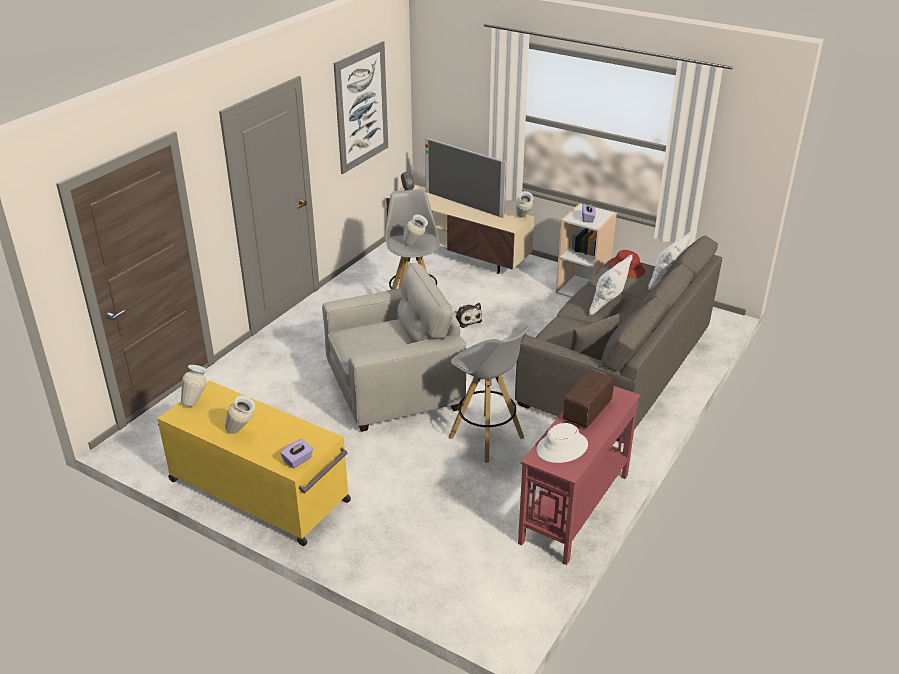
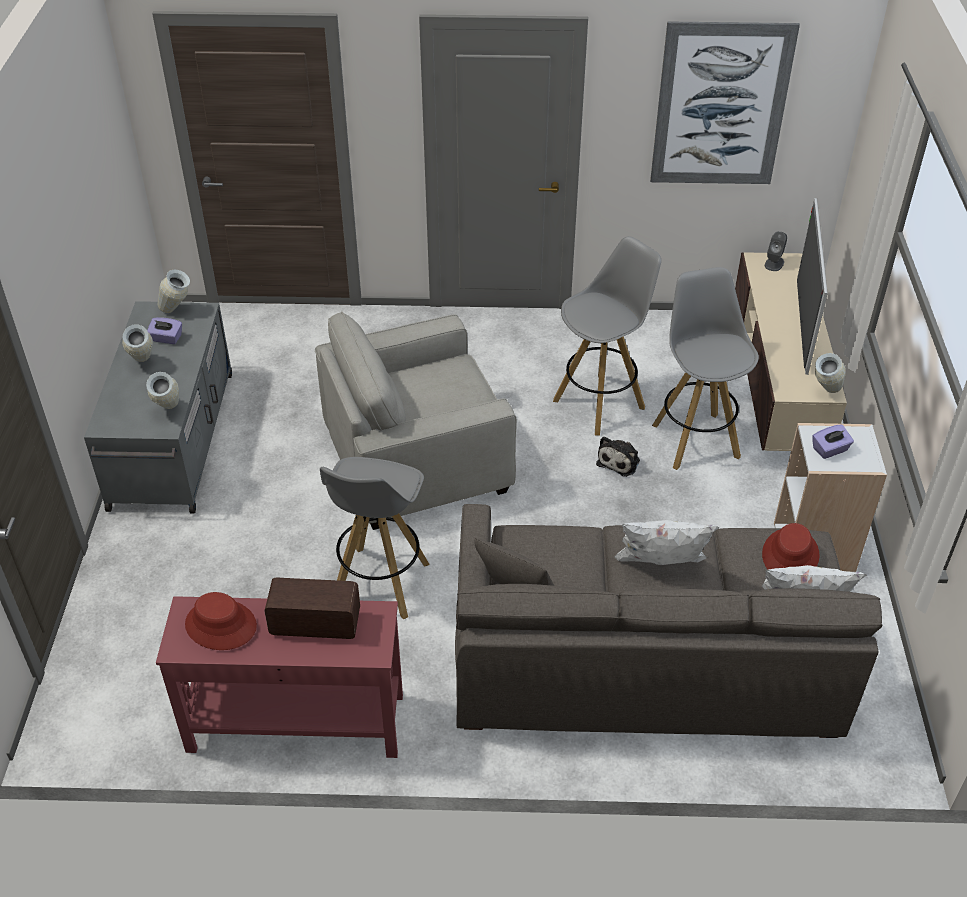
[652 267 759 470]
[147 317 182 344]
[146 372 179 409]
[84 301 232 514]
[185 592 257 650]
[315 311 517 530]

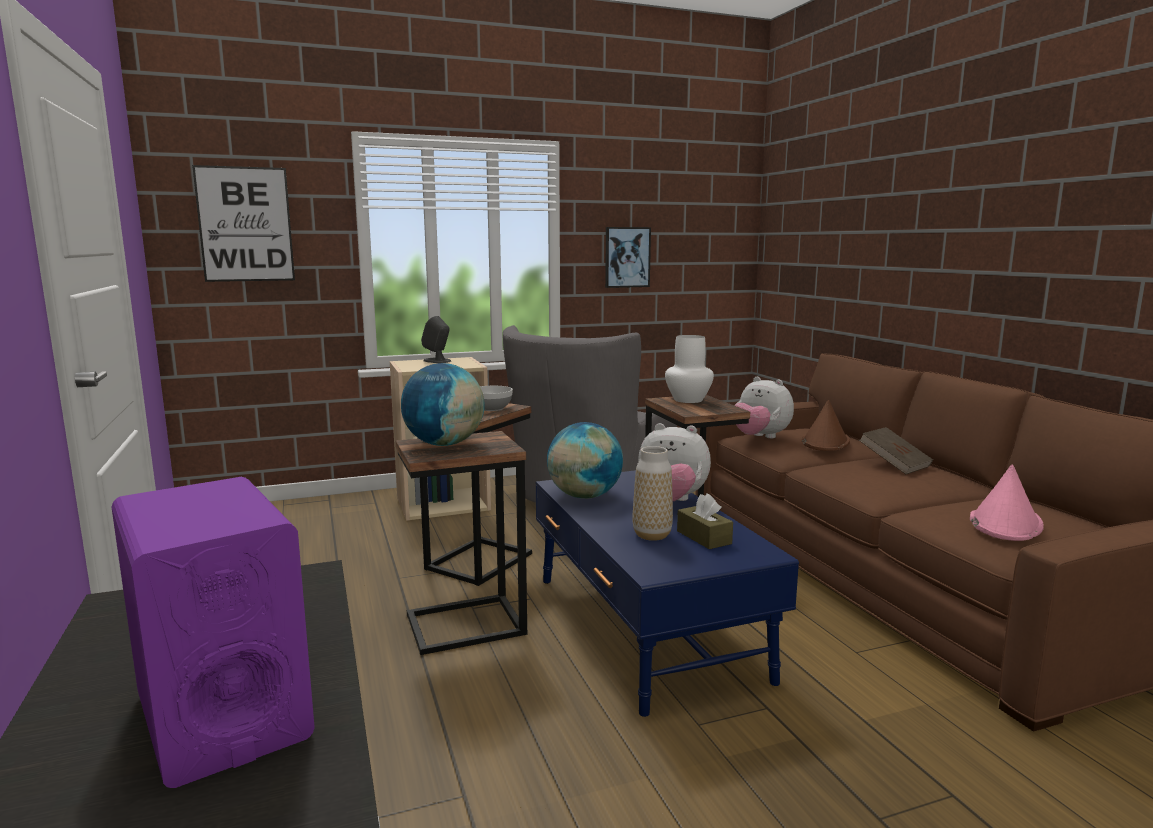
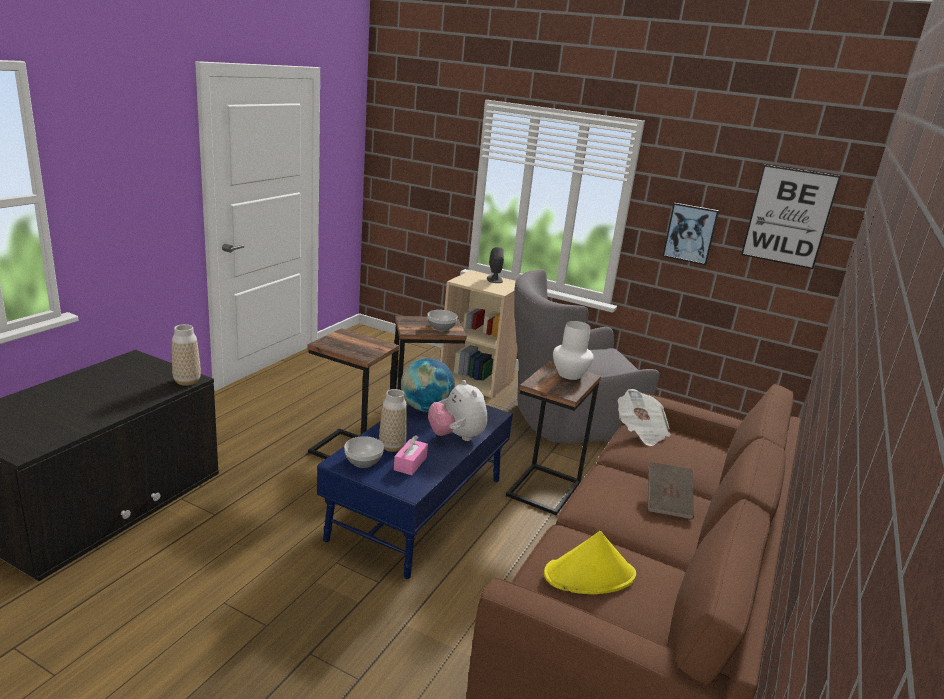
[111 477 315 788] (first image)
[401 363 485 446] (first image)
[802 400 850 451] (first image)
[172 324 201 386]
[344 436 384 468]
[741 165 841 269]
[618 389 671 446]
[394 435 428 475]
[544 531 636 594]

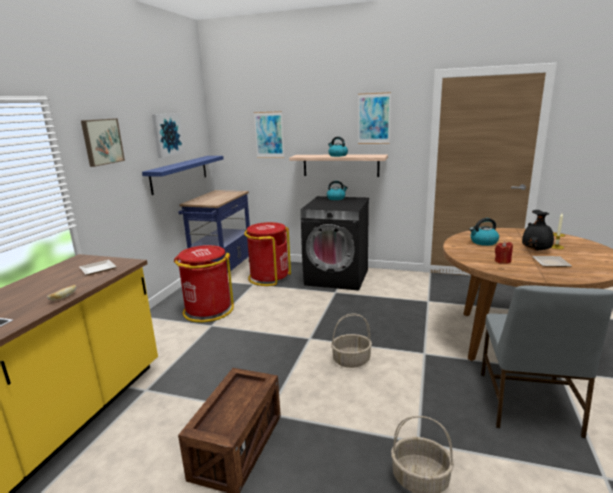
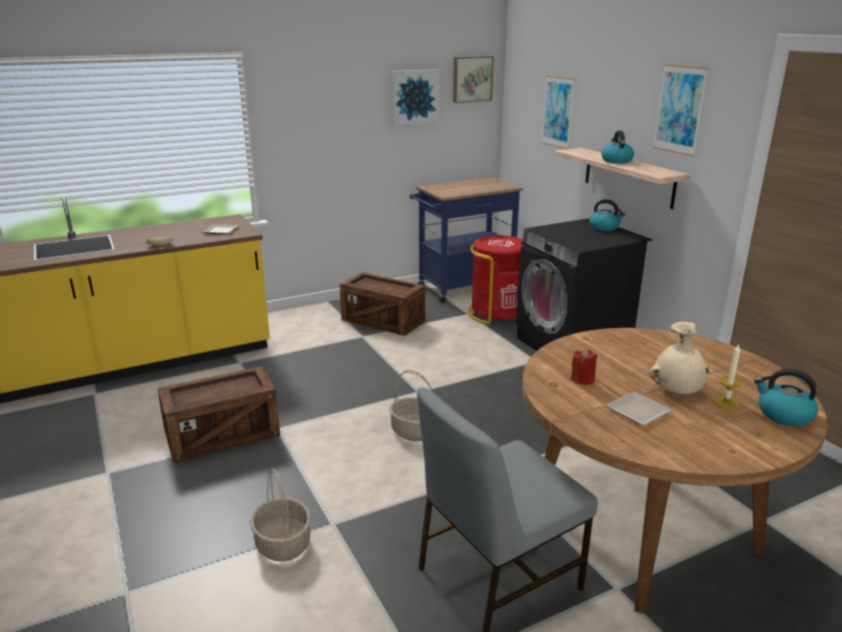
[142 156 224 195] (first image)
[453 56 494 103]
[754 369 818 426]
[340 272 425 336]
[649 322 709 394]

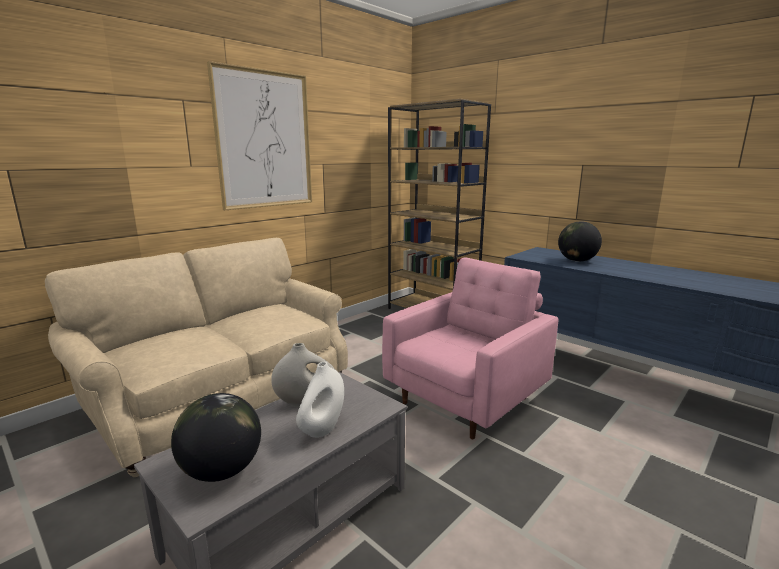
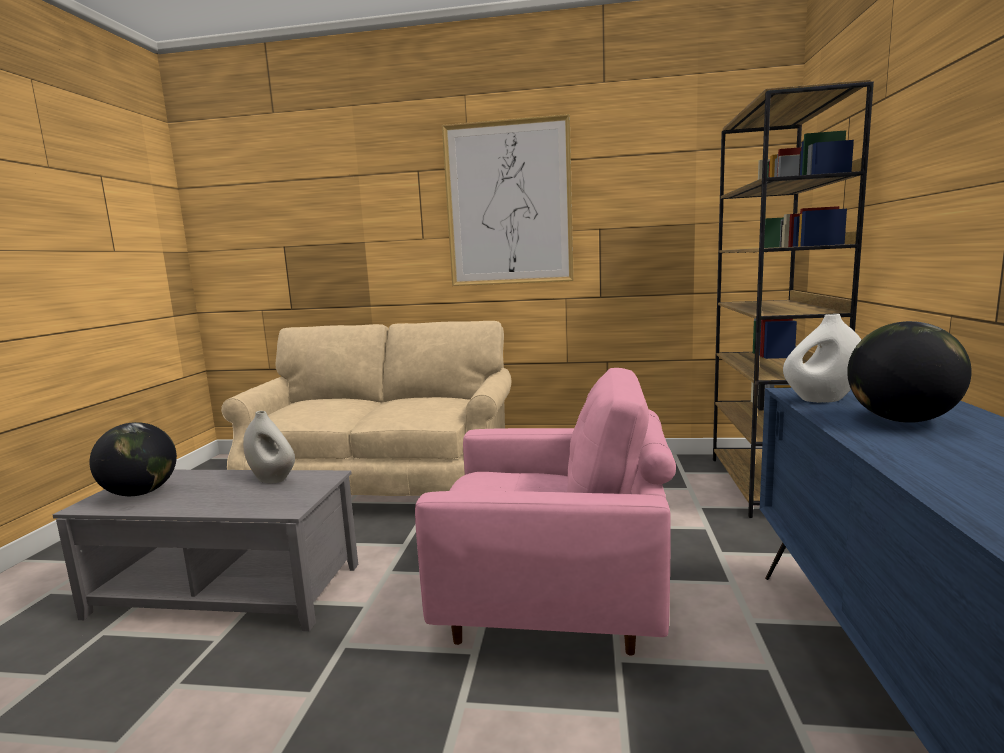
[783 314 861 403]

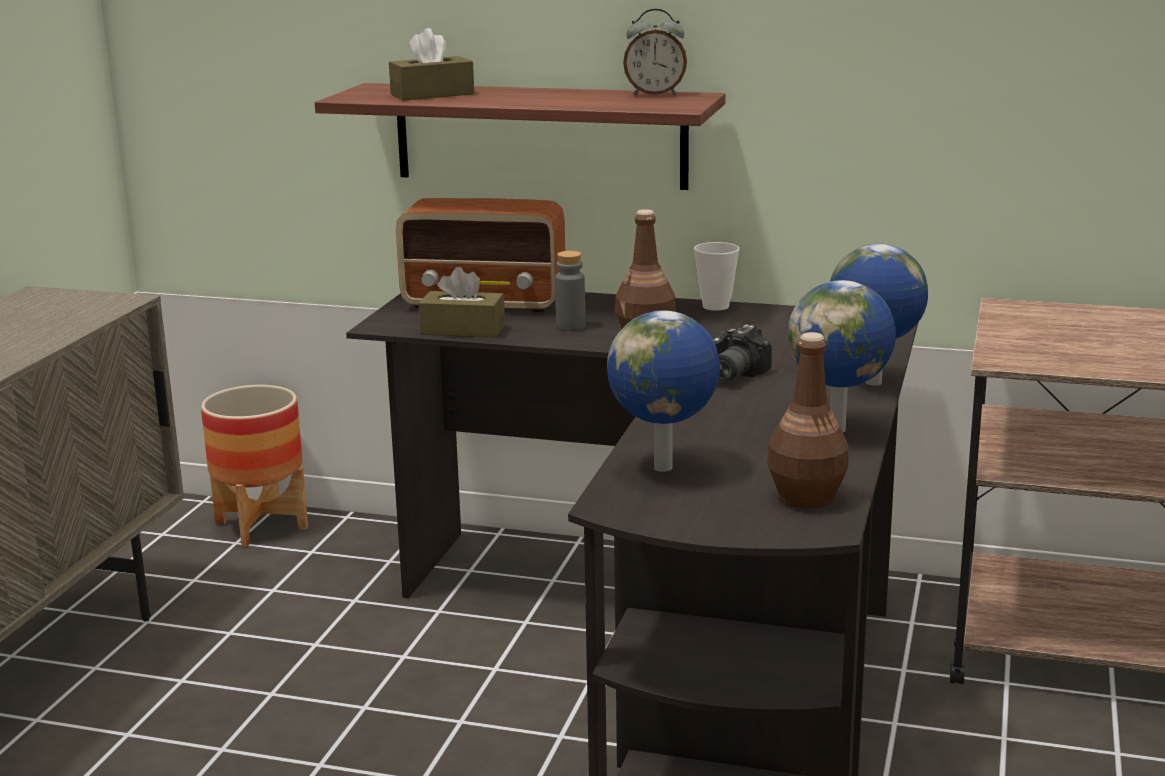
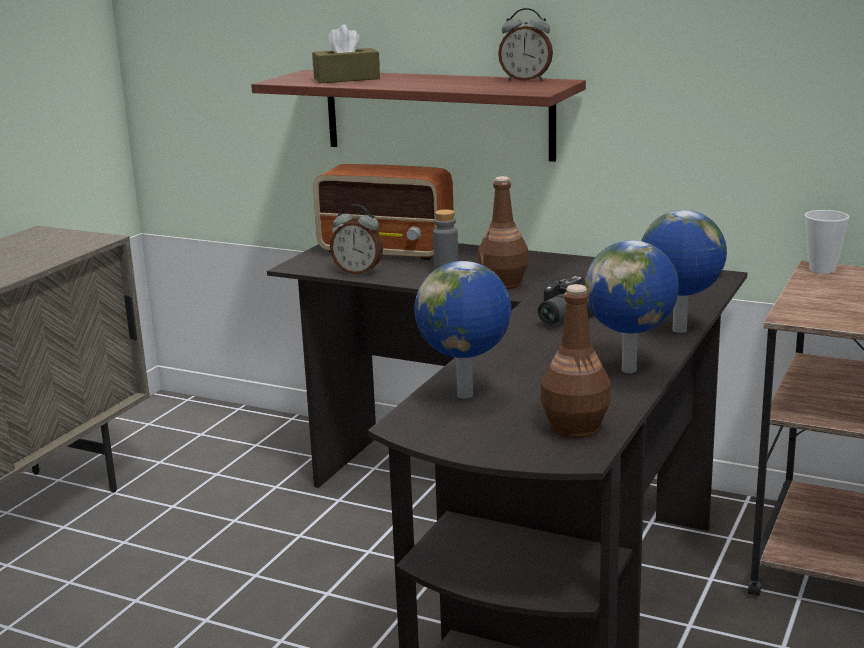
[201 385 308 547] (first image)
[805 210 849 274]
[330 204 383 275]

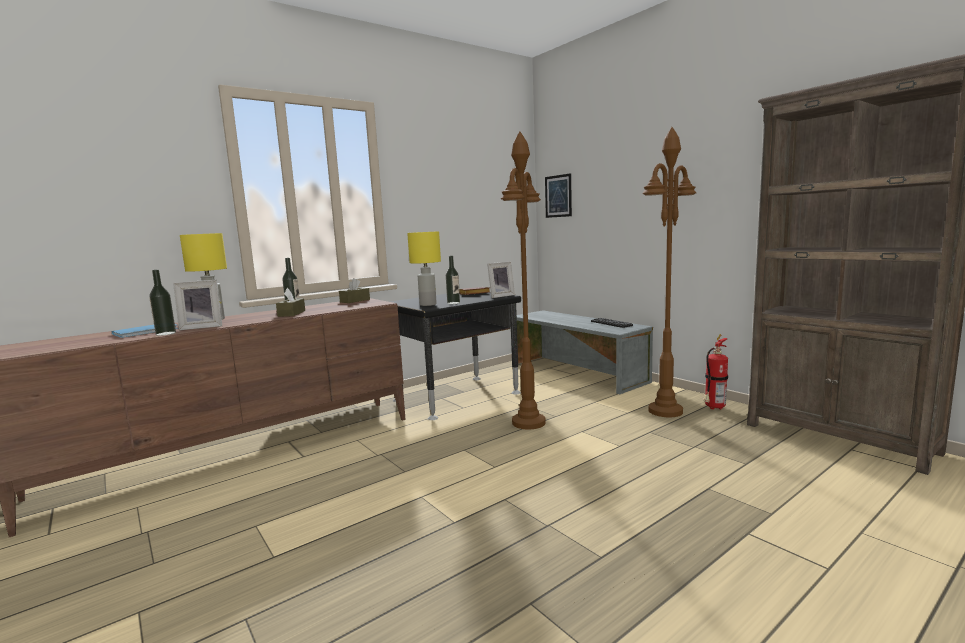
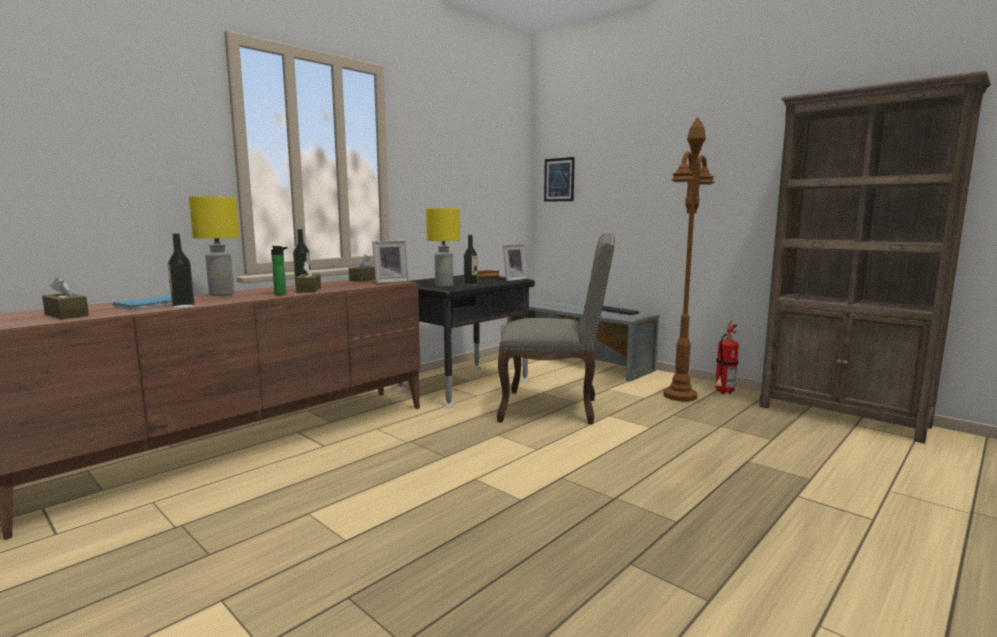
[42 277 89 319]
[271 246 288 295]
[372 240 409 283]
[497 233 615 424]

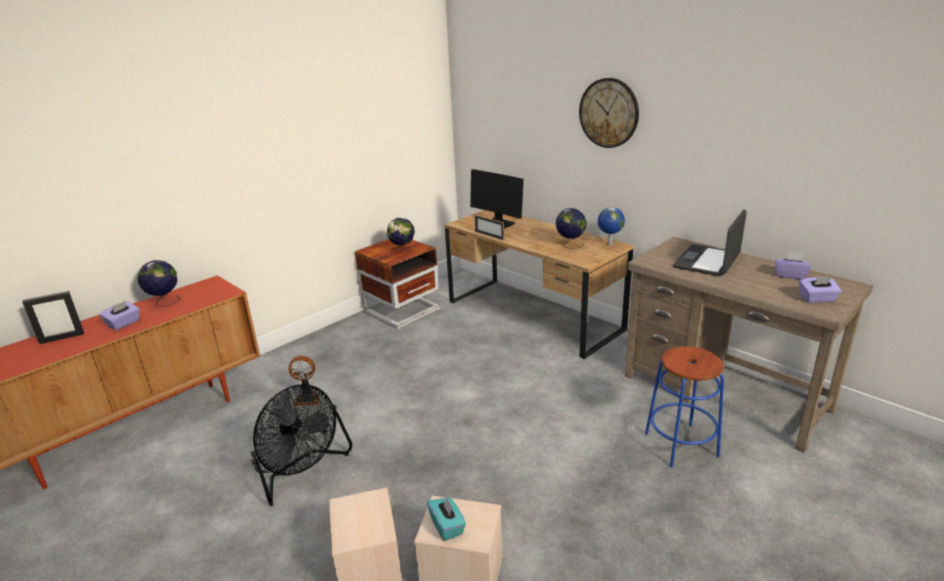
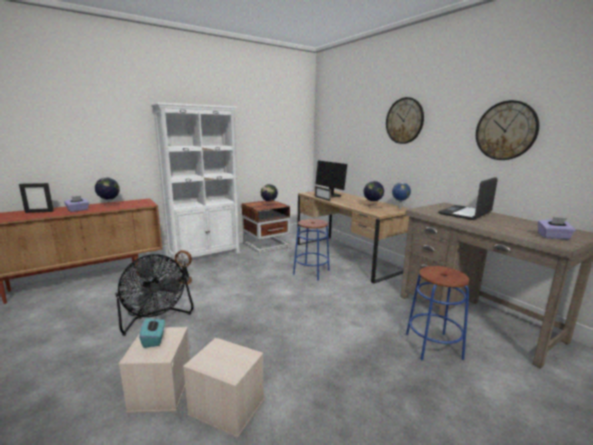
[776 251 811 280] (first image)
[151 102 240 261]
[293 219 330 281]
[476 100 539 160]
[139 315 165 348]

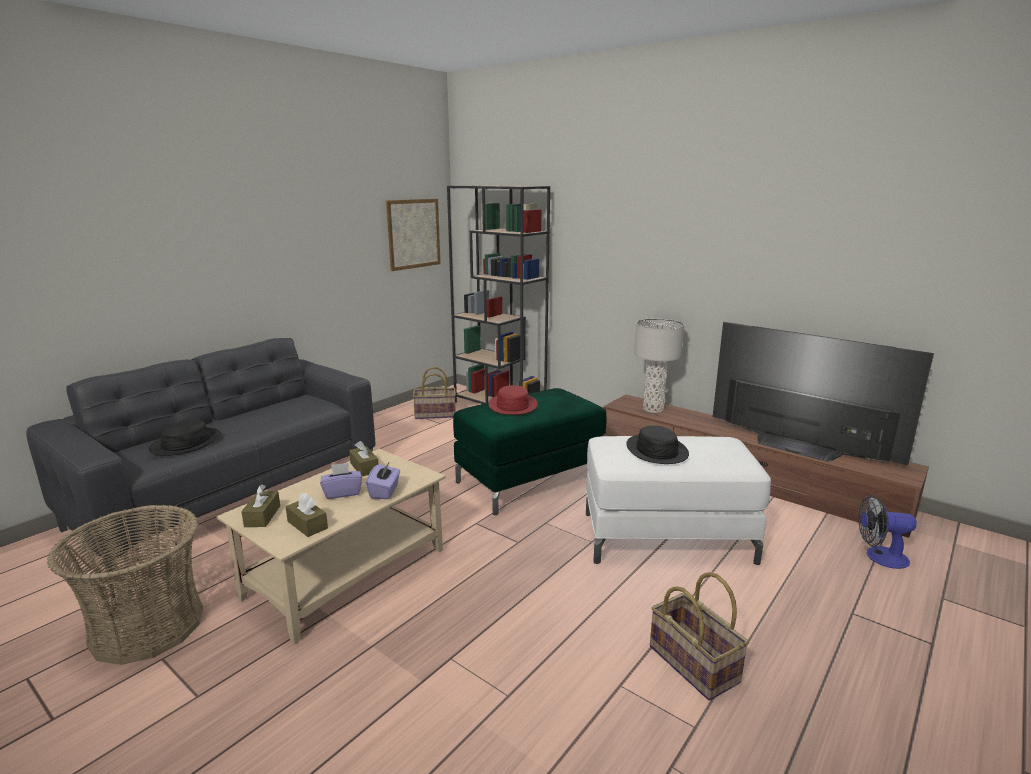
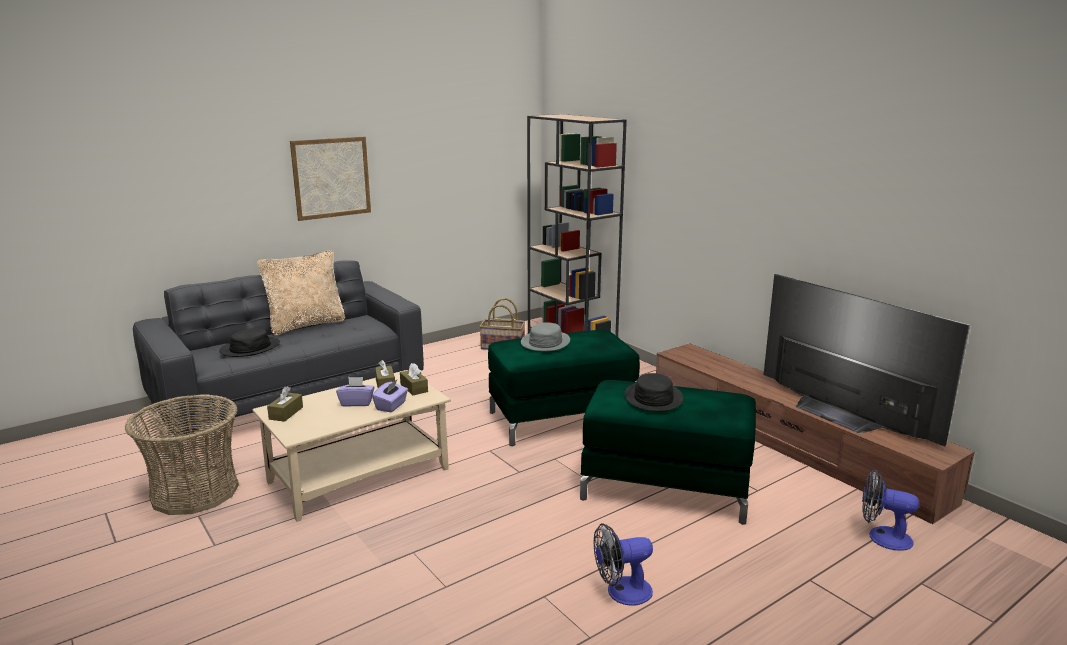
[634 319 684 413] (first image)
[257 250 345 336]
[400 363 428 395]
[290 137 371 221]
[594 523 653 606]
[521 322 570 352]
[580 380 756 525]

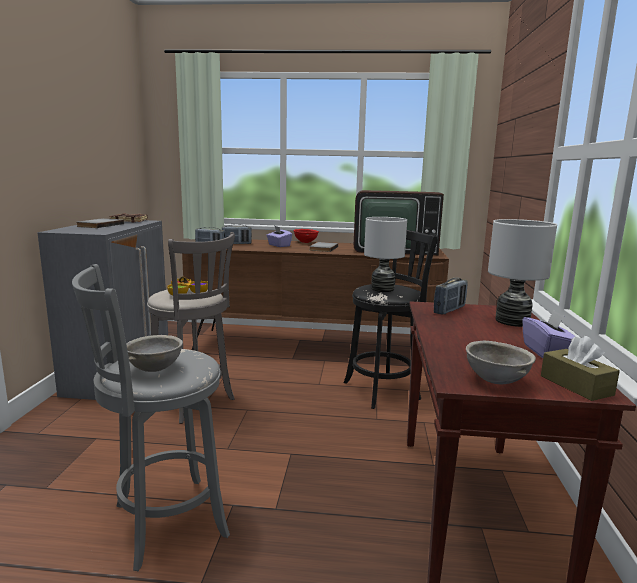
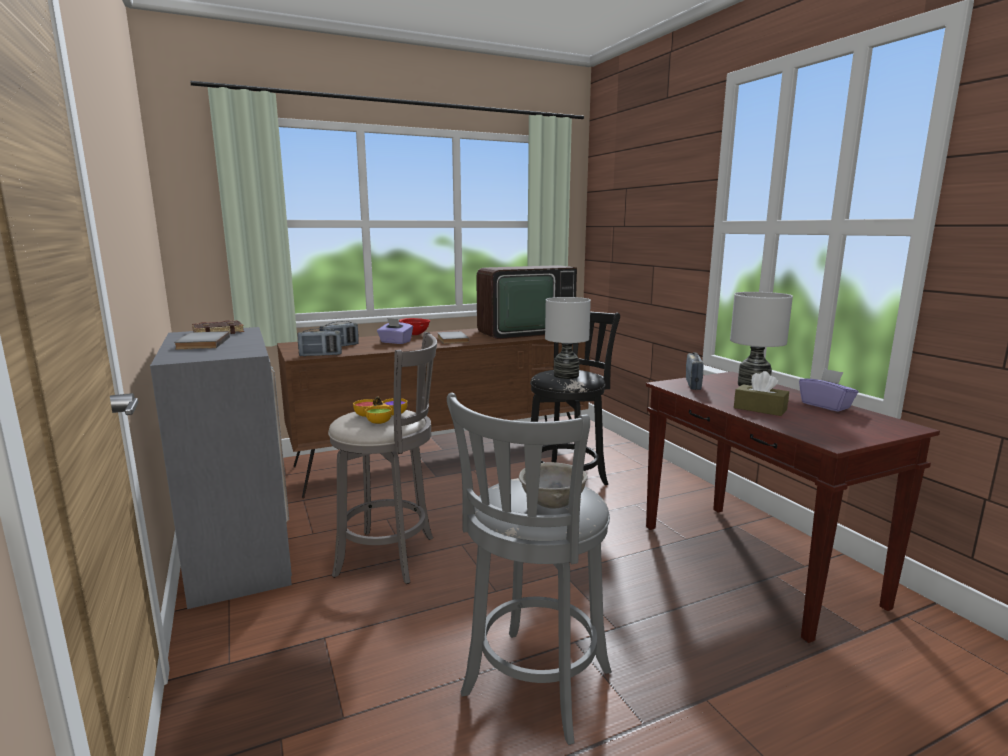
[466 341 536 384] (first image)
[734 371 789 416]

